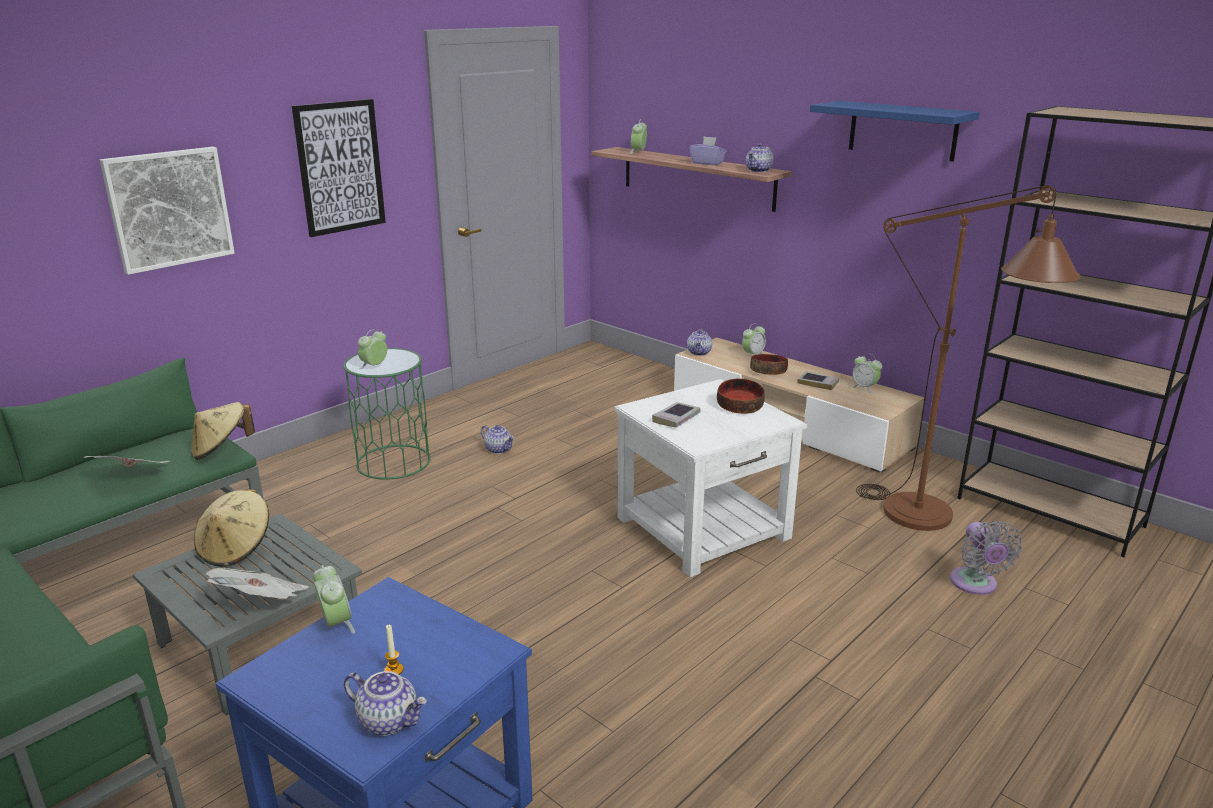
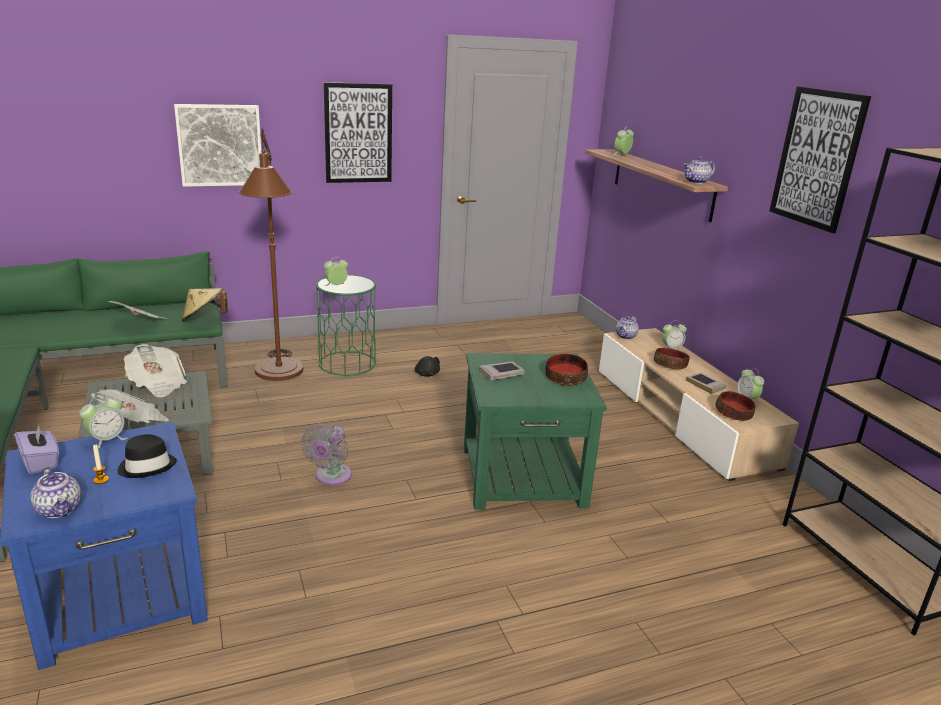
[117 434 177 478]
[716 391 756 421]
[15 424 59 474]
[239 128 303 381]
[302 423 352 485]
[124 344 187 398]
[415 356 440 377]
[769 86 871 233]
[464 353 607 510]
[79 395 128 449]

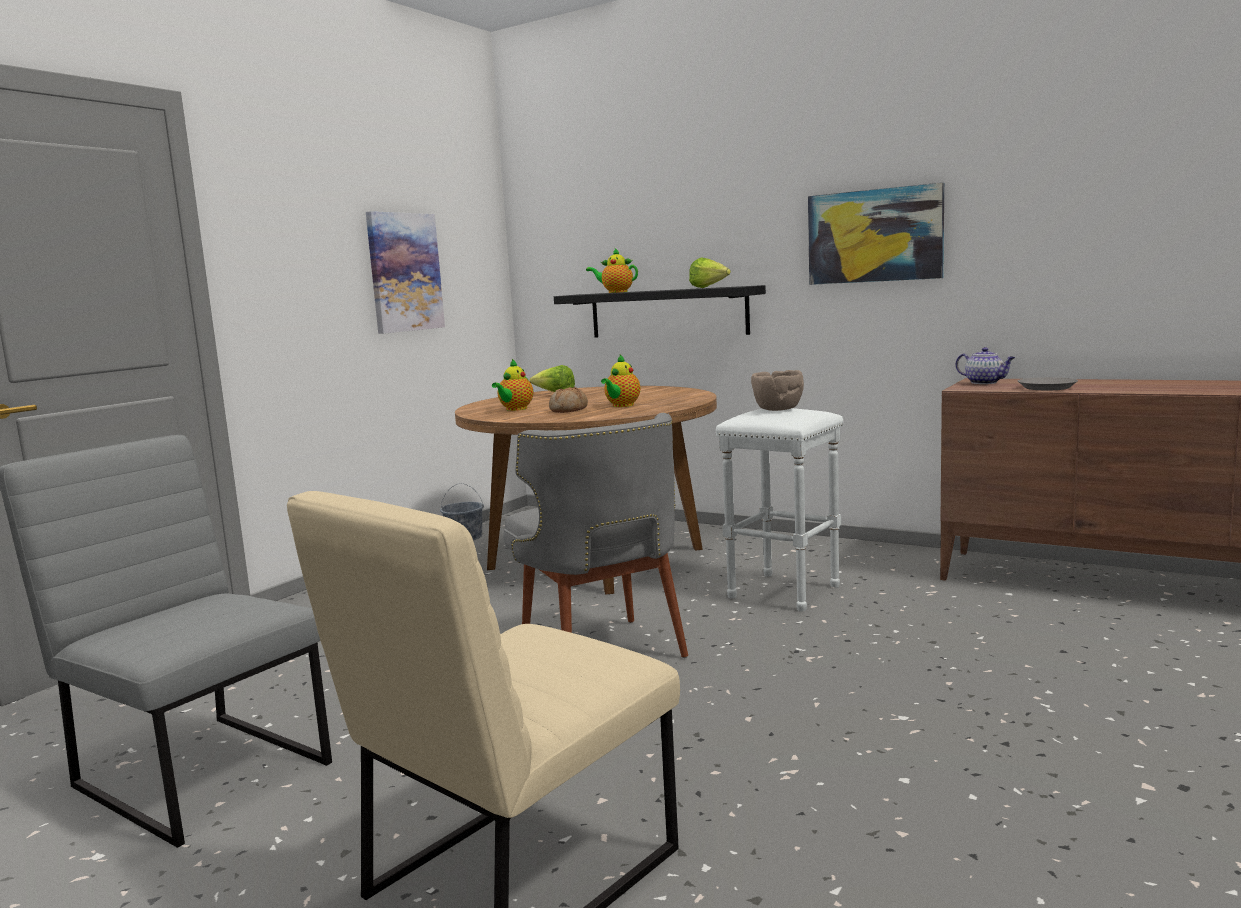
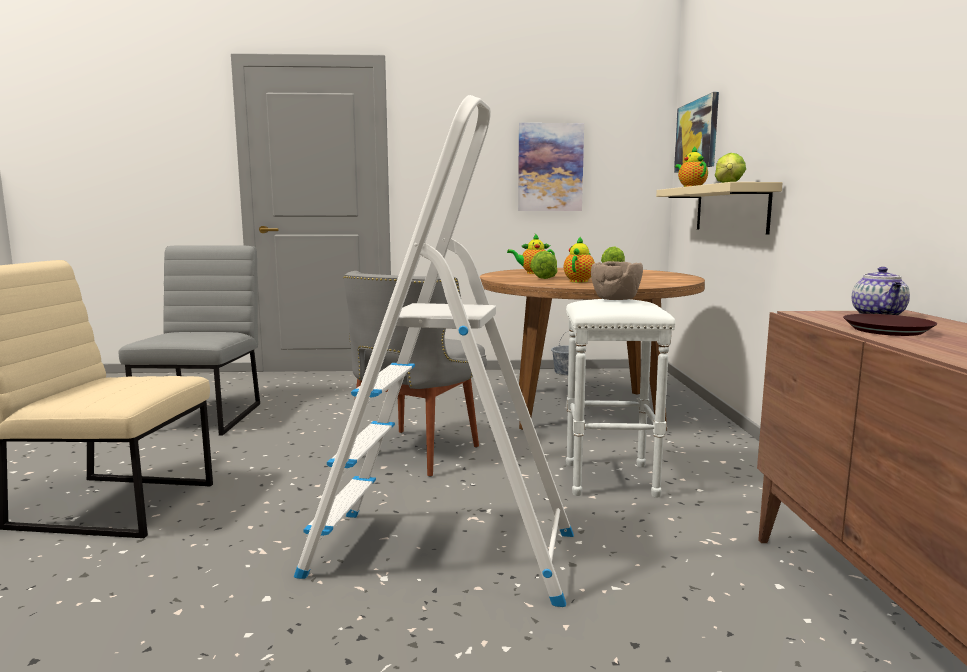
[294 95 574 607]
[674 92 719 172]
[530 251 558 279]
[656 182 783 235]
[843 314 937 336]
[564 236 595 282]

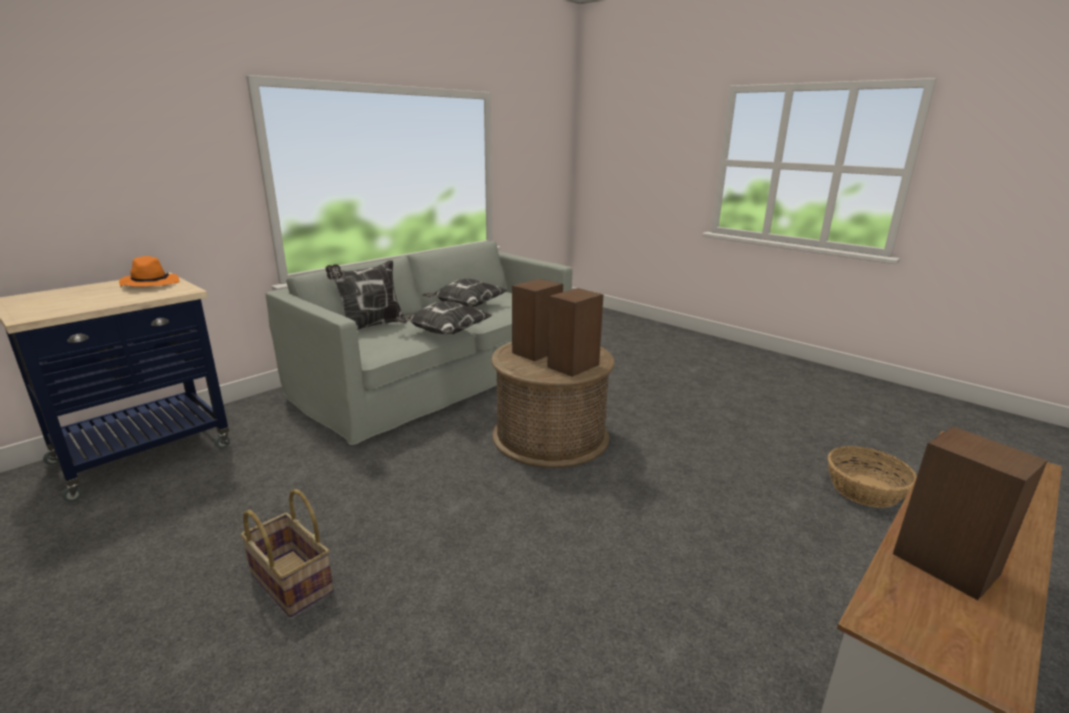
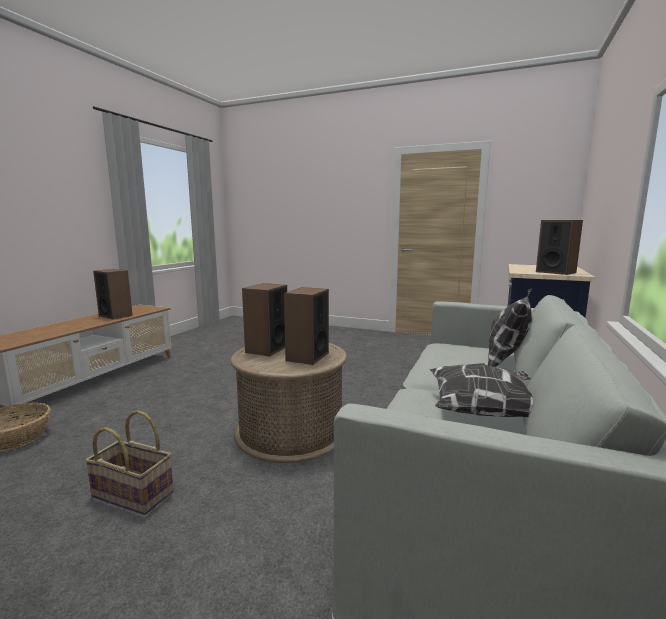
[394 301 492 334] (first image)
[85 410 174 515]
[536 220 583 275]

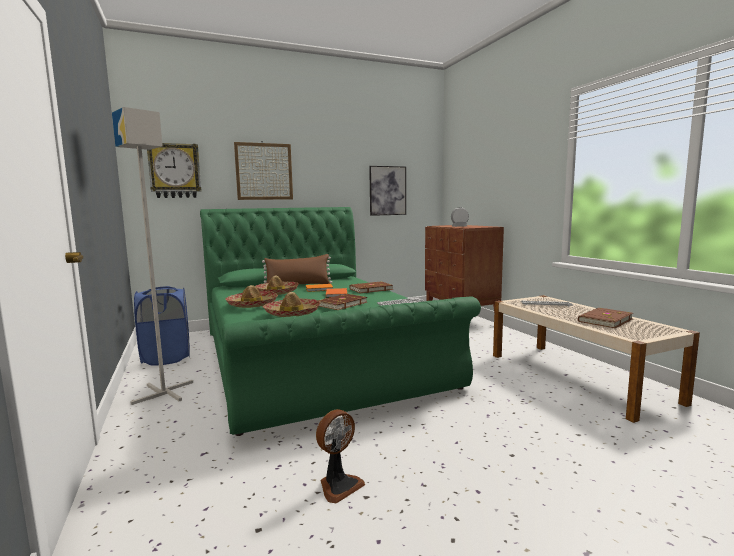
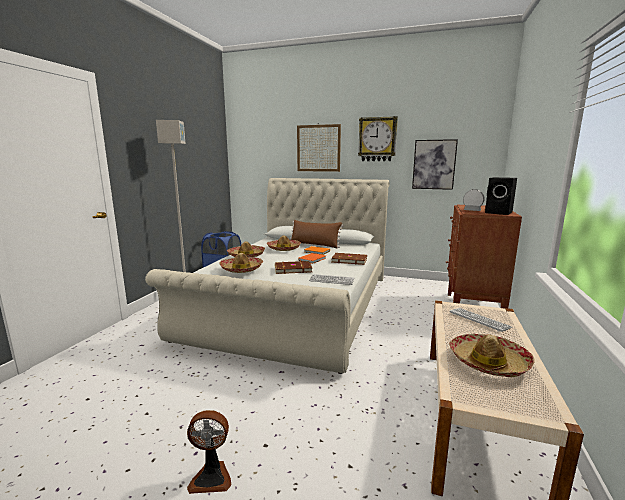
[485 177 517 215]
[358 116 398 161]
[187 410 231 494]
[449 334 535 377]
[145 178 390 374]

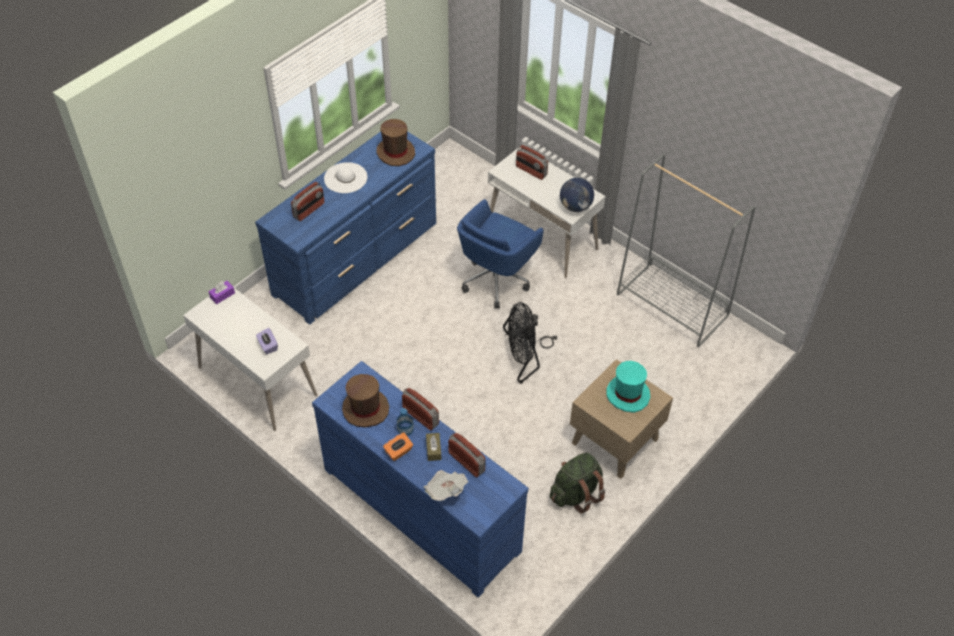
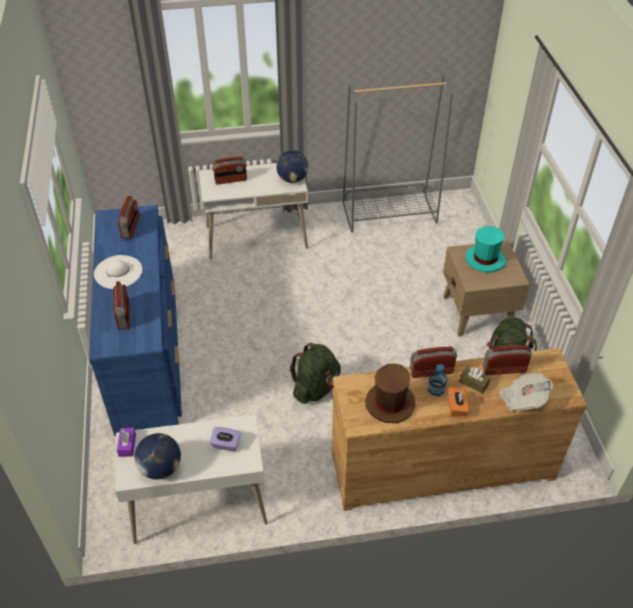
[457 199 544 309] (first image)
[503 302 557 384] (first image)
[135 433 181 479]
[290 343 340 404]
[118 196 140 239]
[332 348 587 511]

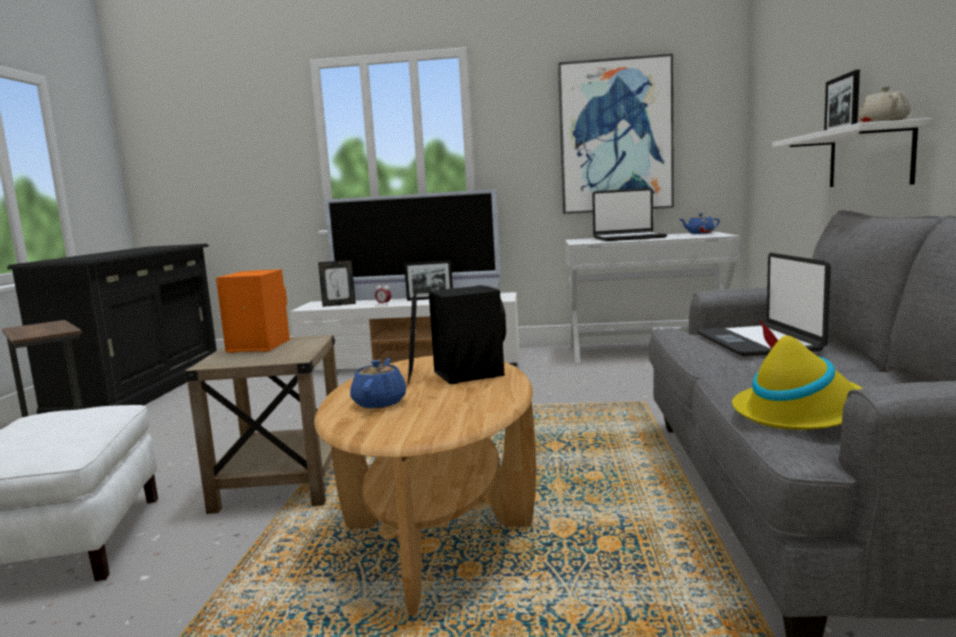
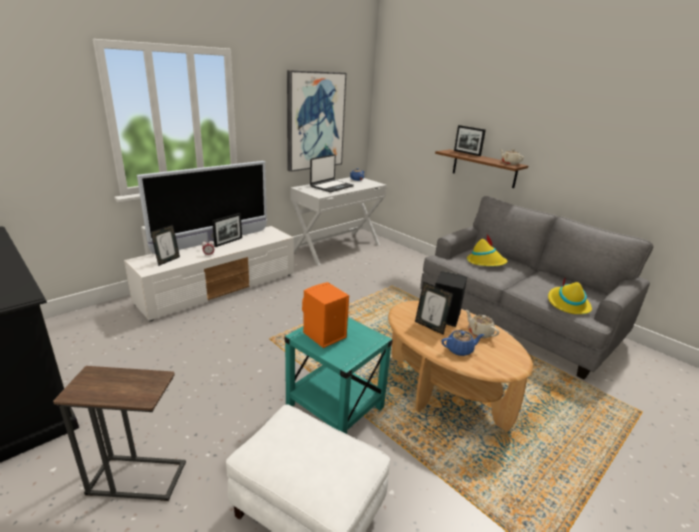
[466 310 499 338]
[467 234 507 266]
[285 317 393 434]
[435 149 528 188]
[442 330 484 356]

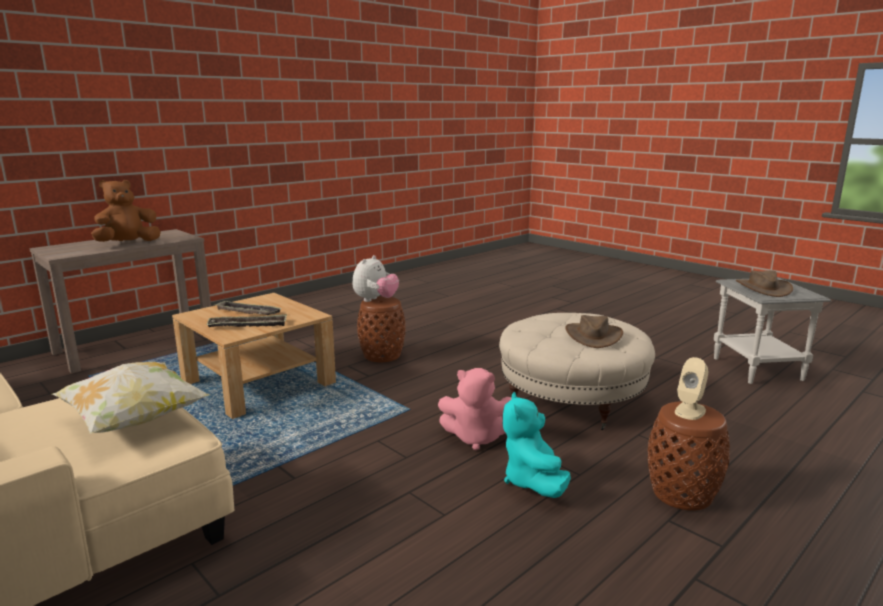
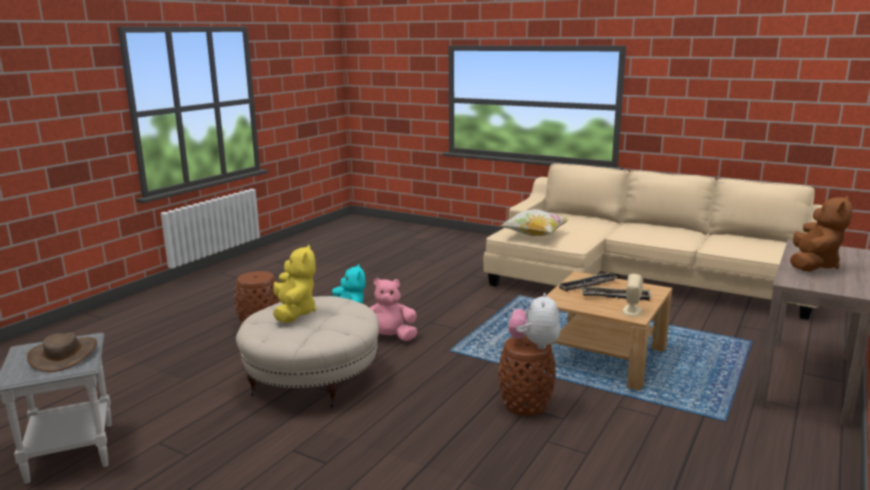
[622 274 643 316]
[273 244 316 323]

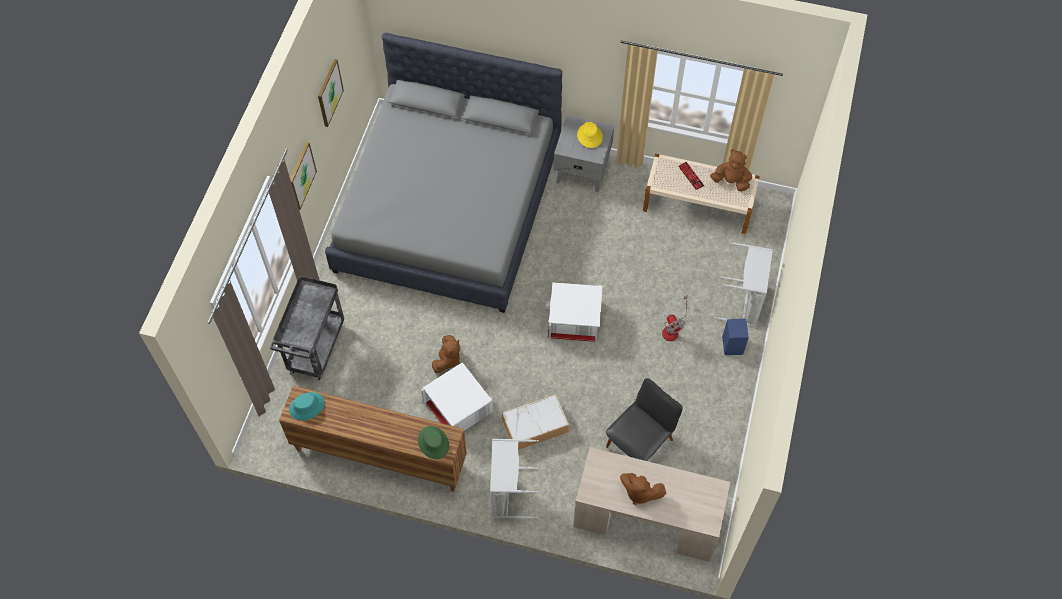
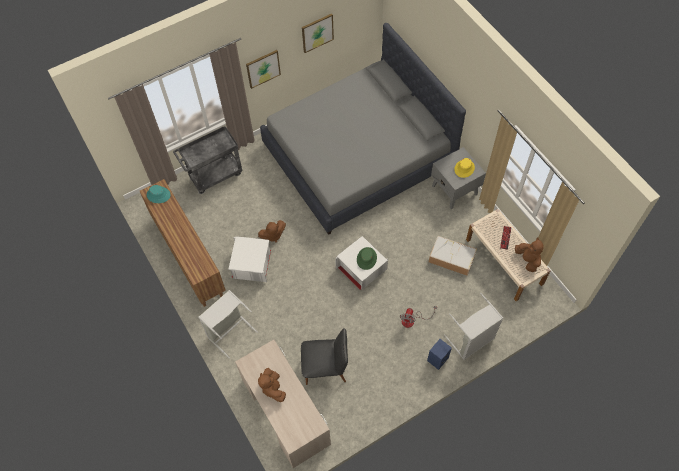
[357 247 377 270]
[429 236 477 276]

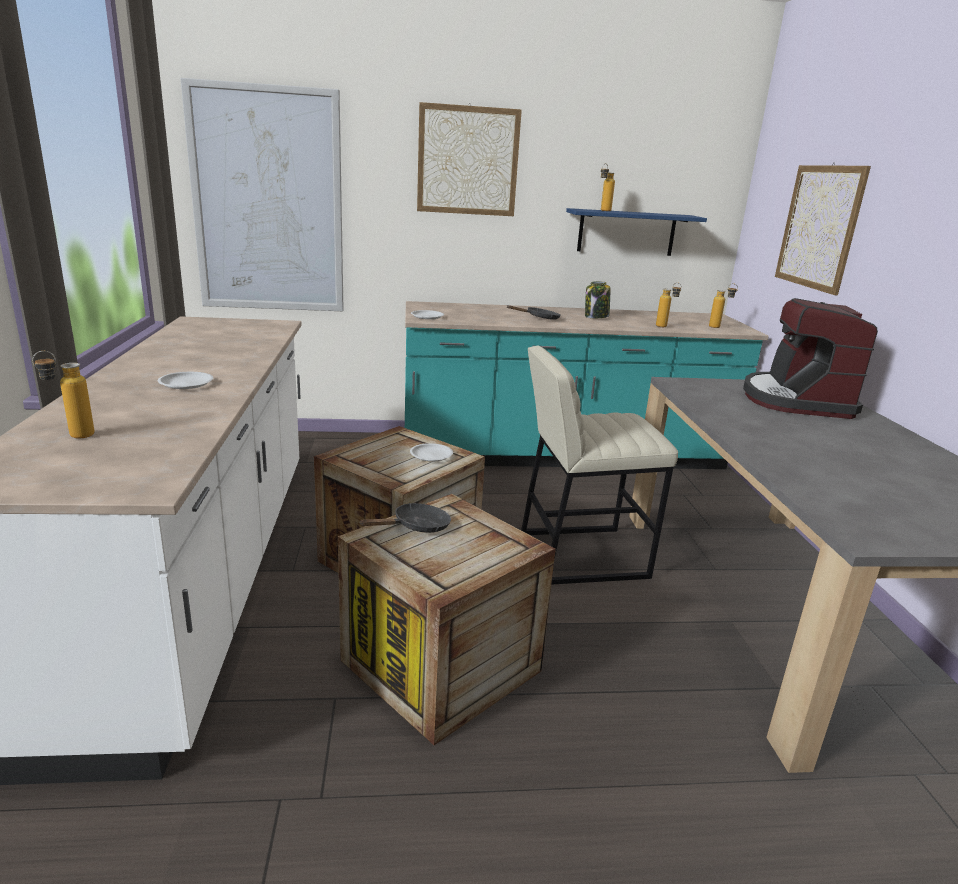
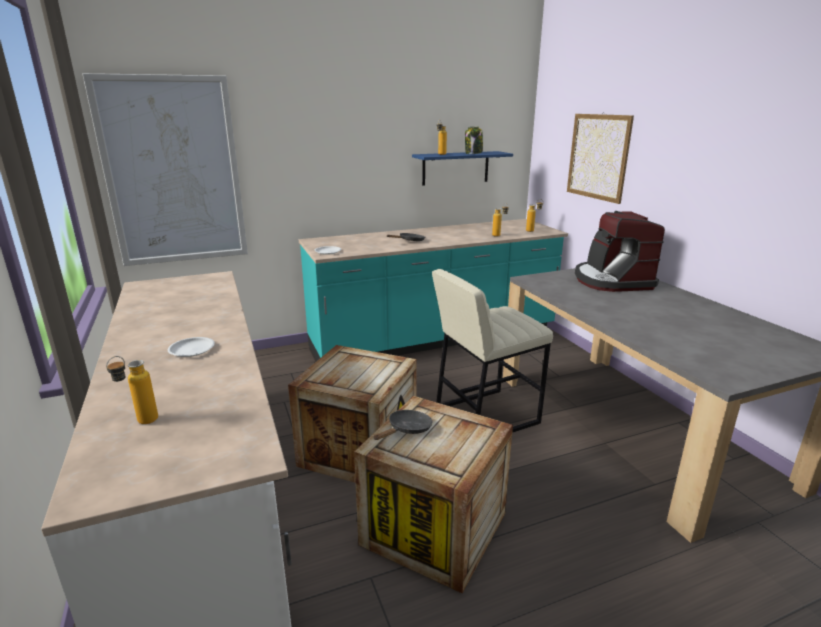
[410 443 453 462] (first image)
[417 102 522 216] (first image)
[465 126 483 154]

